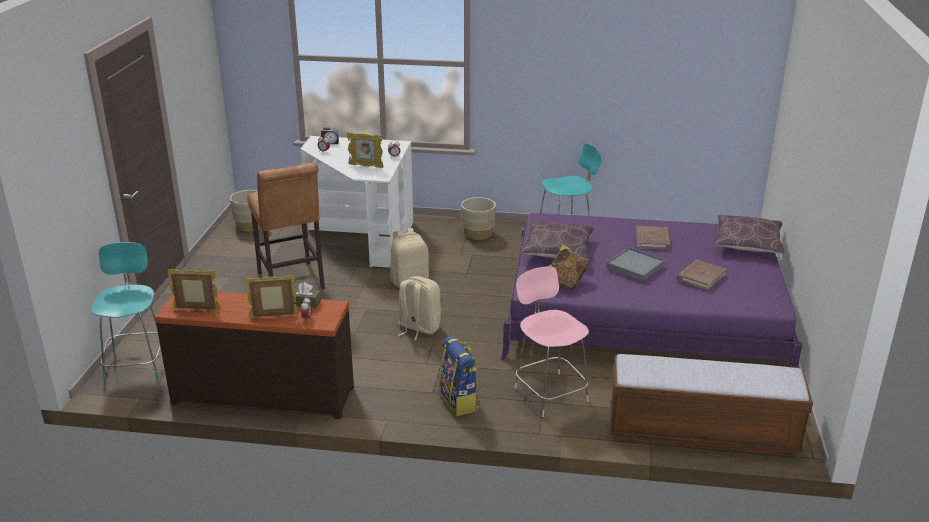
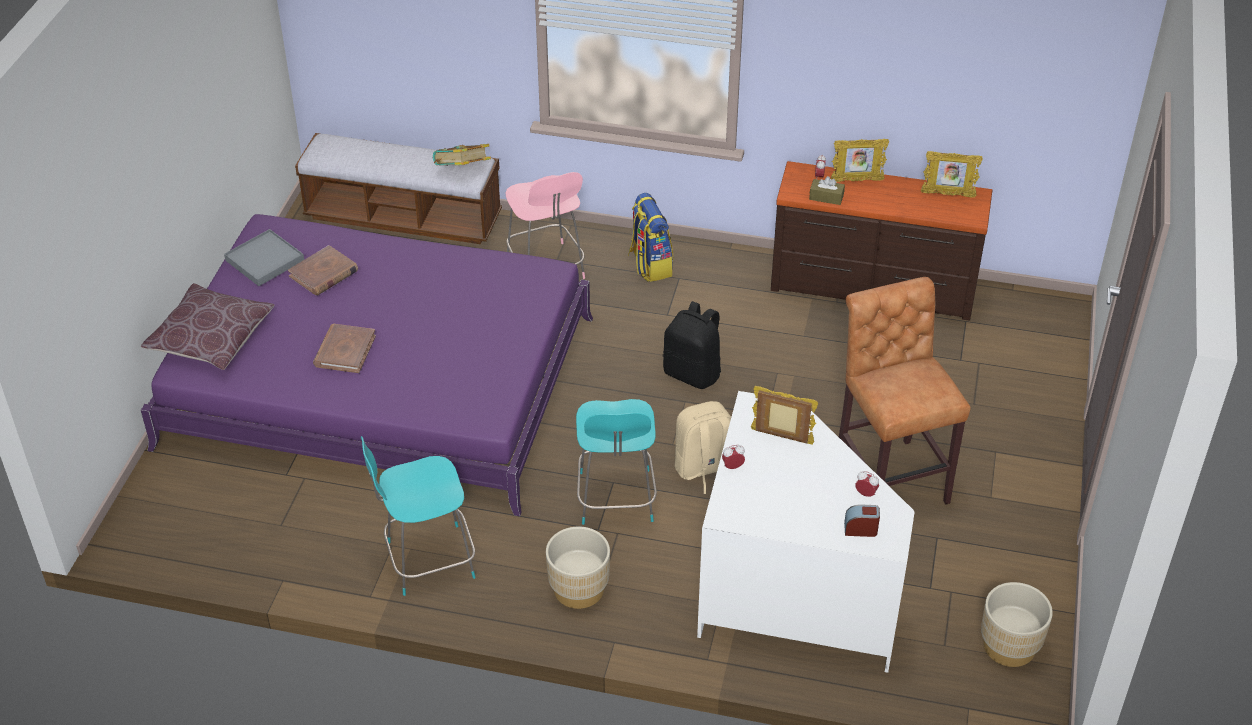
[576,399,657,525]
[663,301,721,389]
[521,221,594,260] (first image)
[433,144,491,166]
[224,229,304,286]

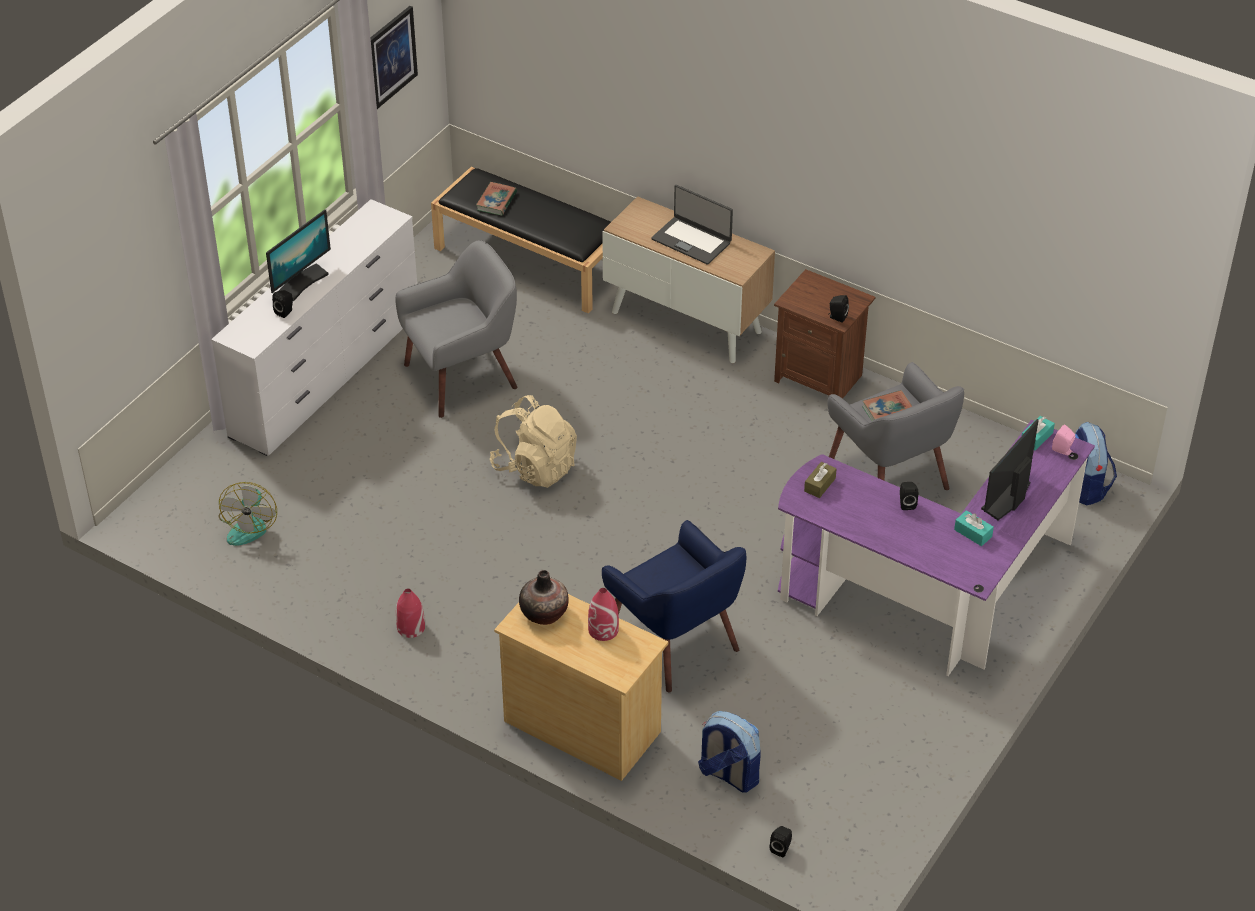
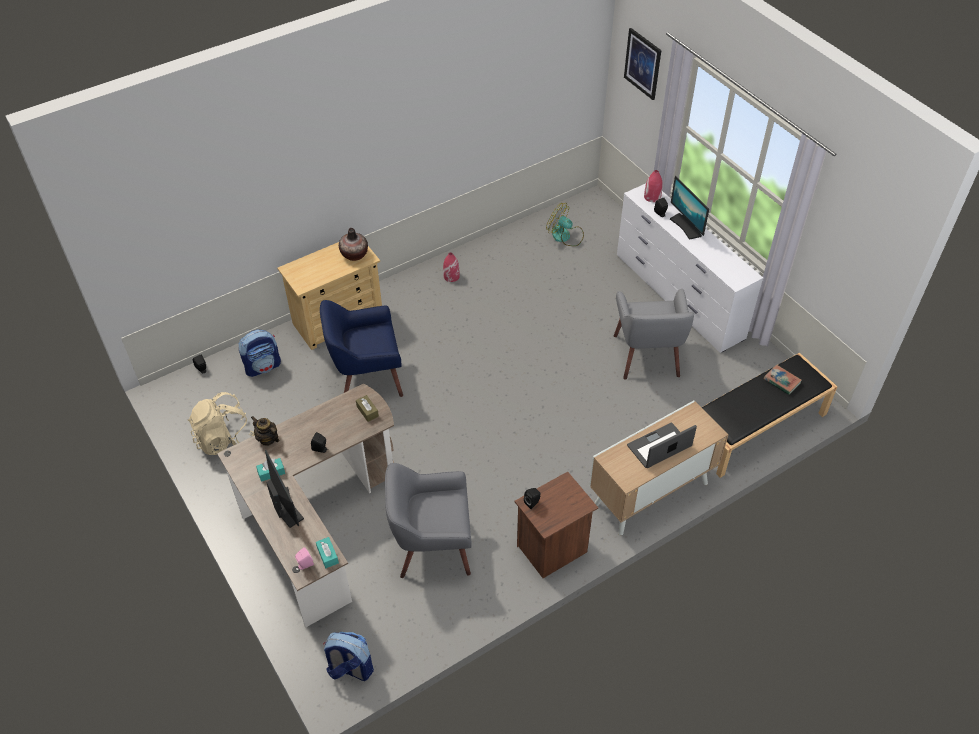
[624,28,661,100]
[188,392,255,455]
[644,170,663,202]
[217,384,394,628]
[862,390,912,421] (first image)
[251,416,279,446]

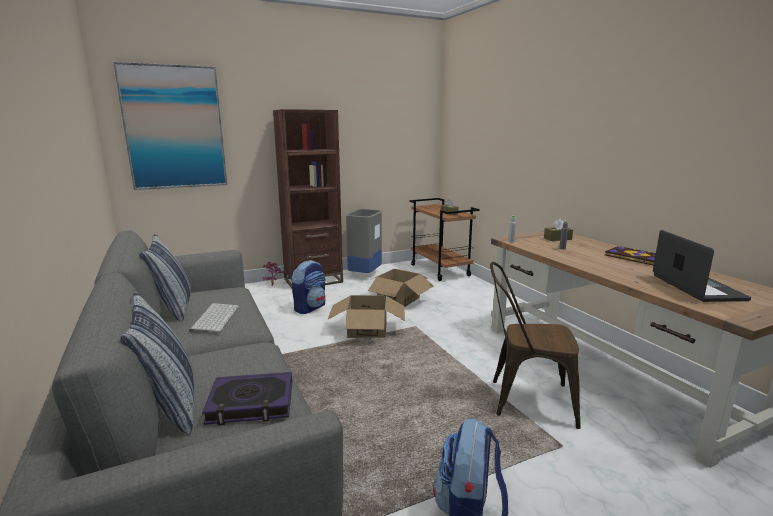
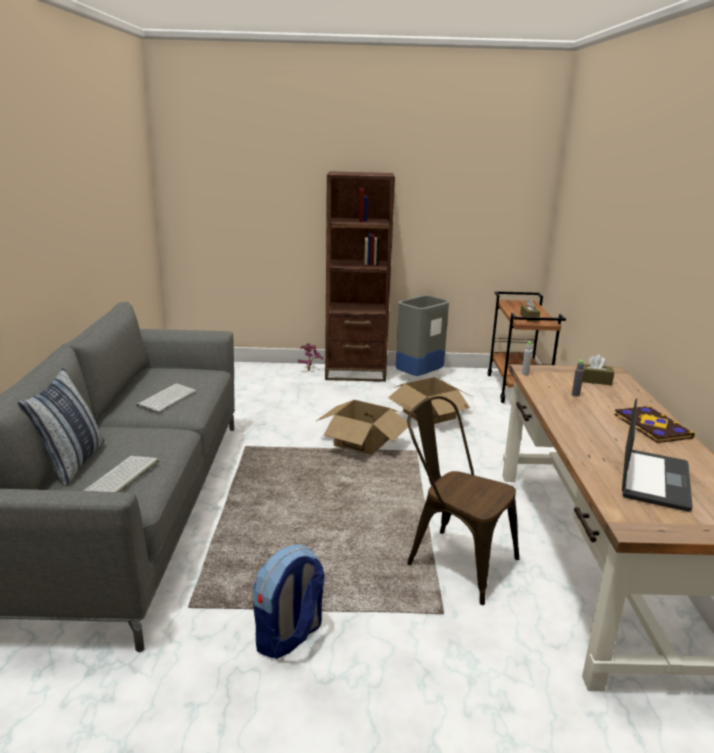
[113,62,227,190] (first image)
[139,234,191,322] (first image)
[83,456,159,492]
[291,260,326,314] (first image)

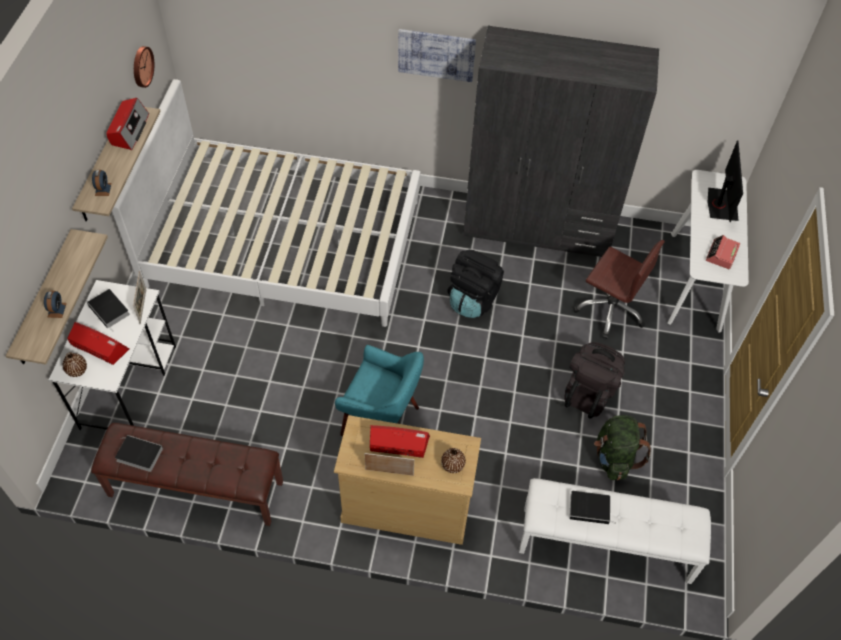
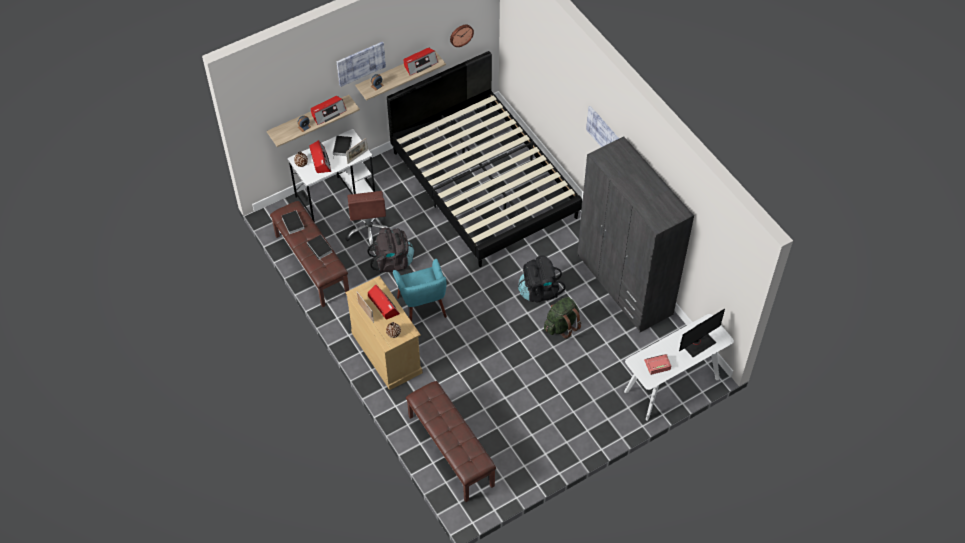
[387,51,582,267]
[406,381,496,502]
[368,227,414,273]
[307,235,332,262]
[345,191,390,251]
[544,297,581,339]
[311,96,347,125]
[337,42,386,87]

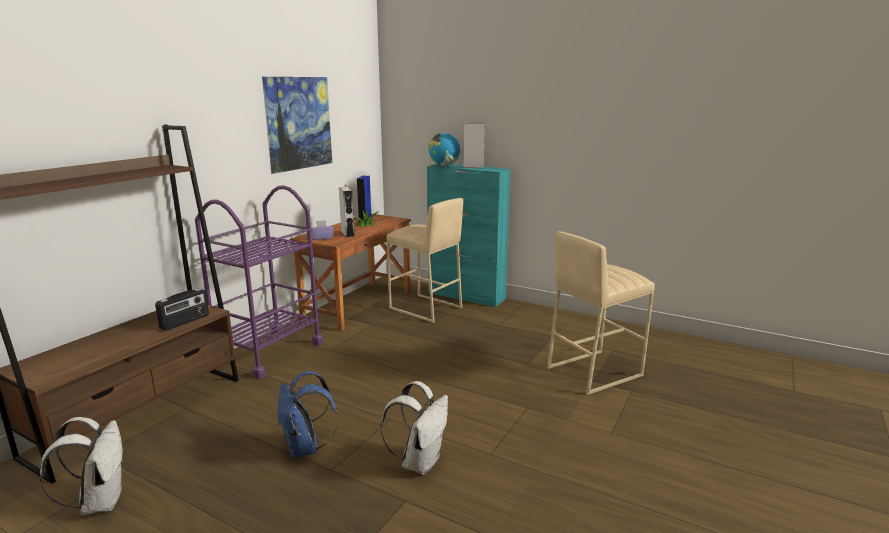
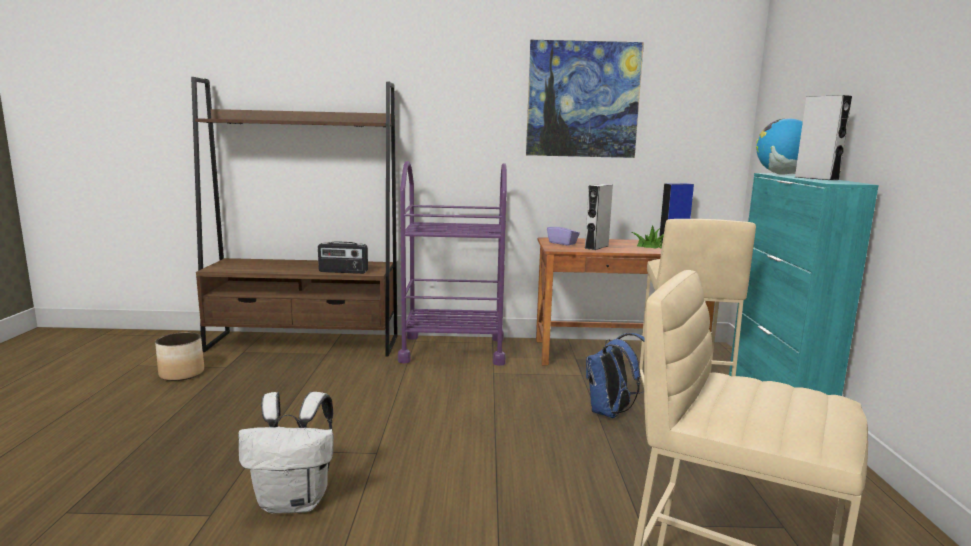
[155,332,204,381]
[586,333,644,418]

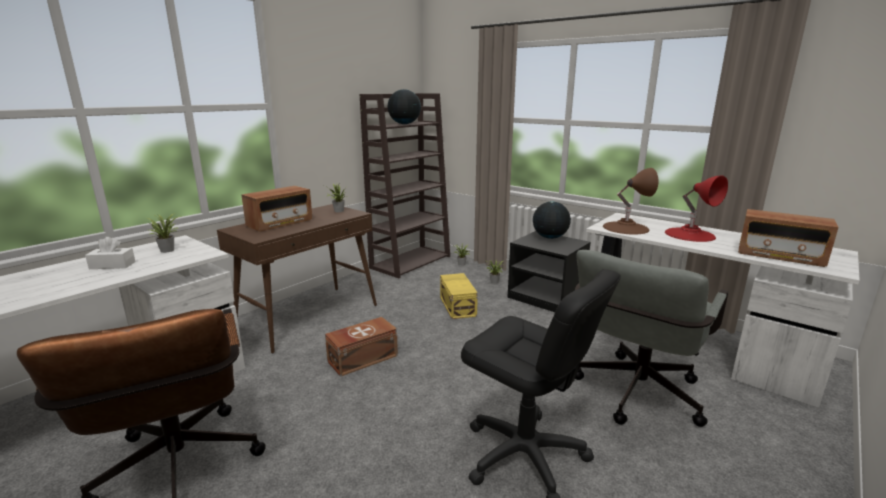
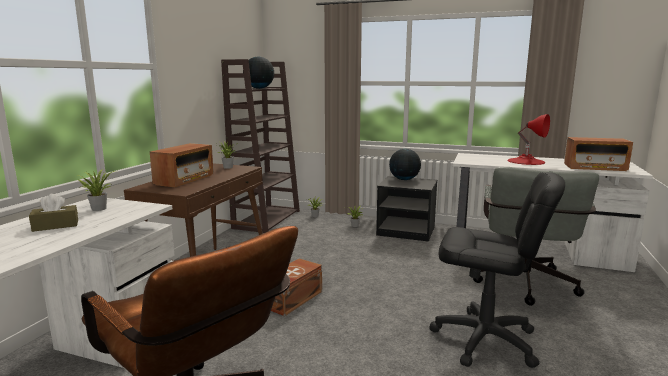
[29,194,78,232]
[440,273,478,319] (first image)
[603,168,658,235] (first image)

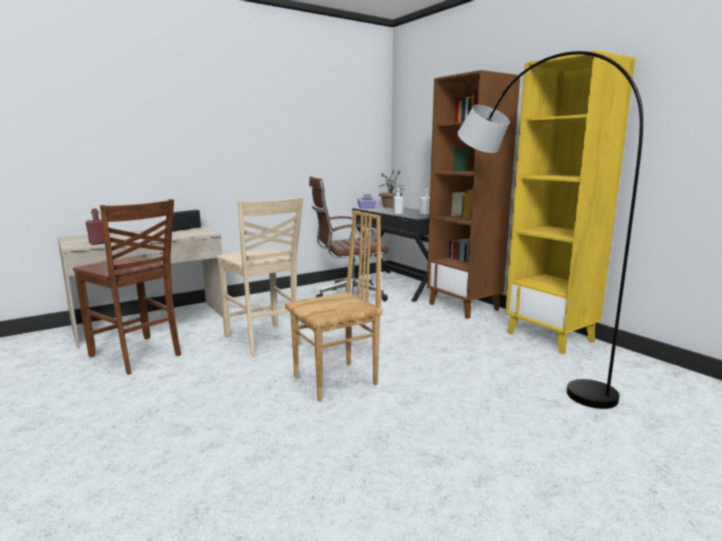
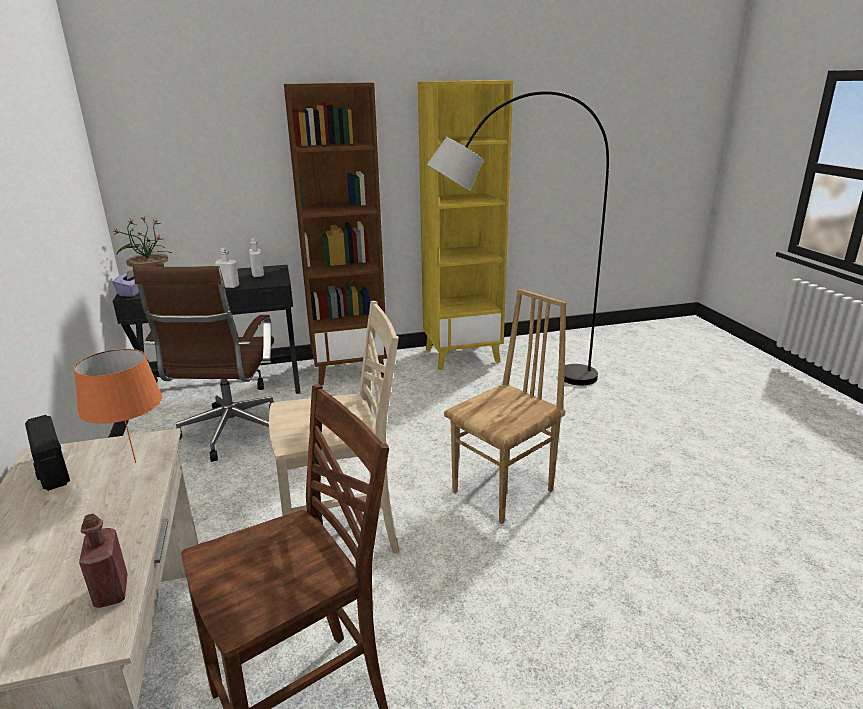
[444,289,566,524]
[74,349,162,463]

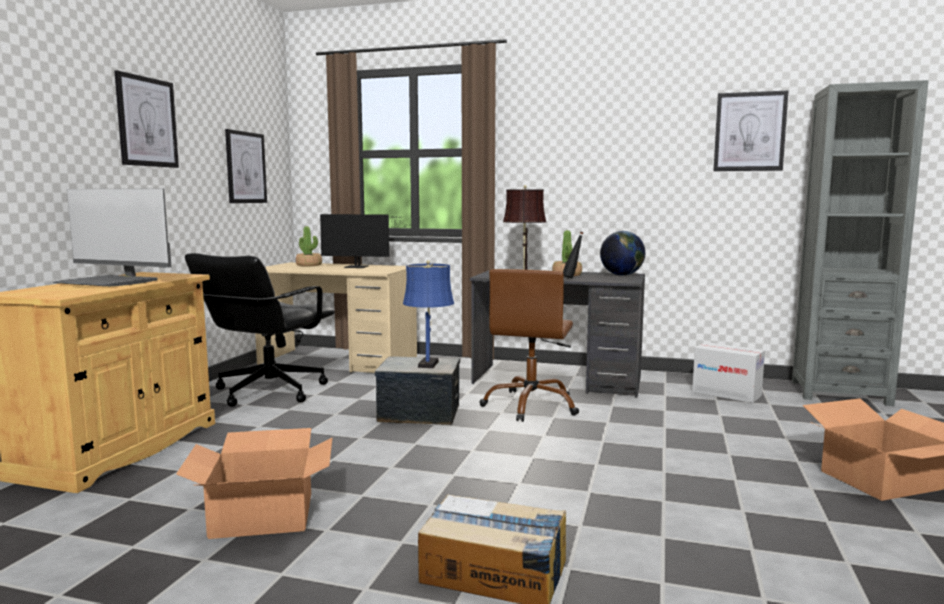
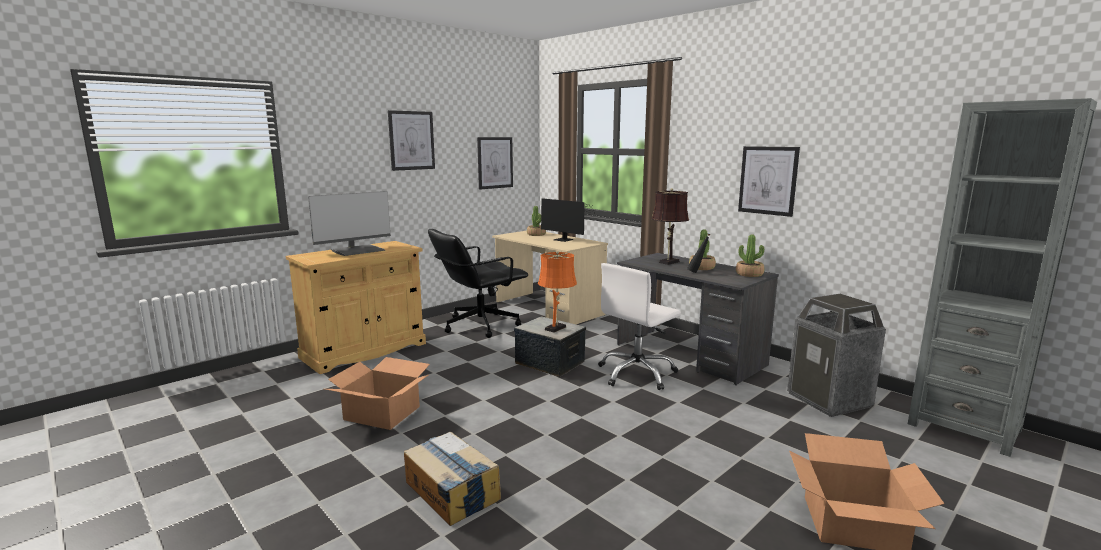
[308,191,391,256]
[538,251,577,333]
[598,263,681,390]
[736,234,764,277]
[787,294,886,417]
[738,146,800,217]

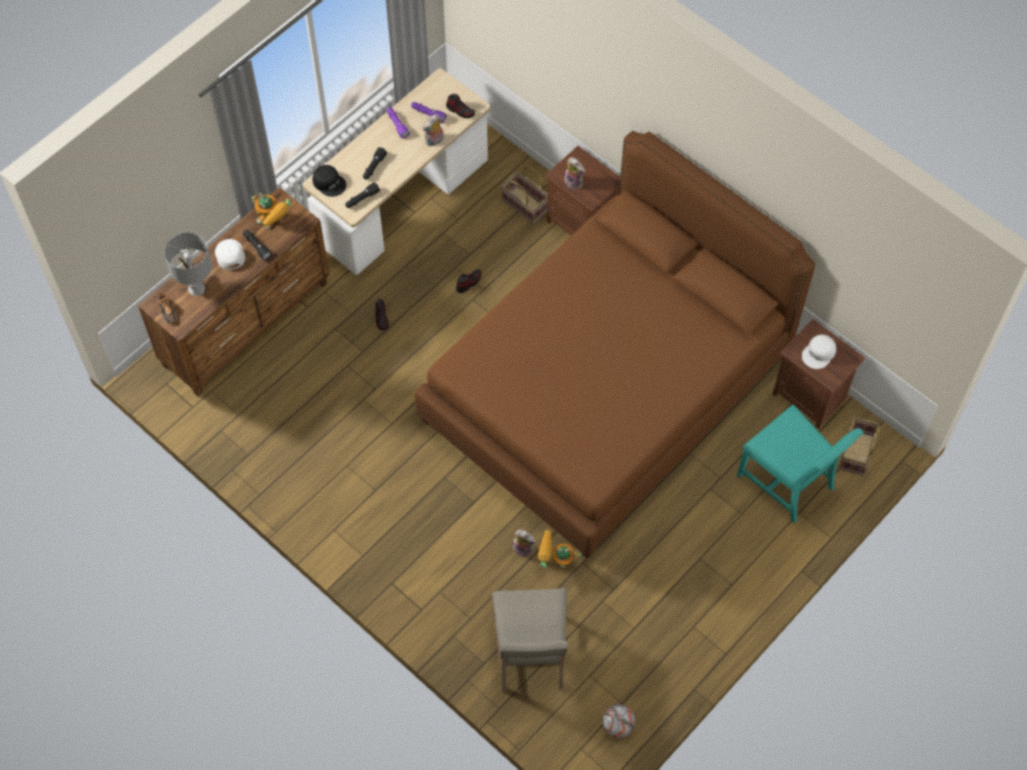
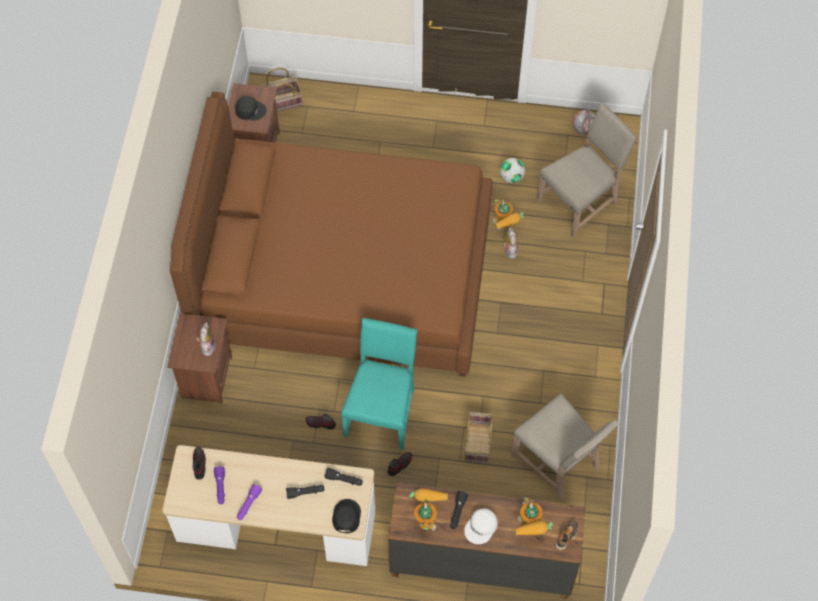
[514,497,553,535]
[422,114,444,146] (first image)
[464,412,493,464]
[341,318,417,450]
[235,96,266,120]
[500,158,525,183]
[511,393,619,501]

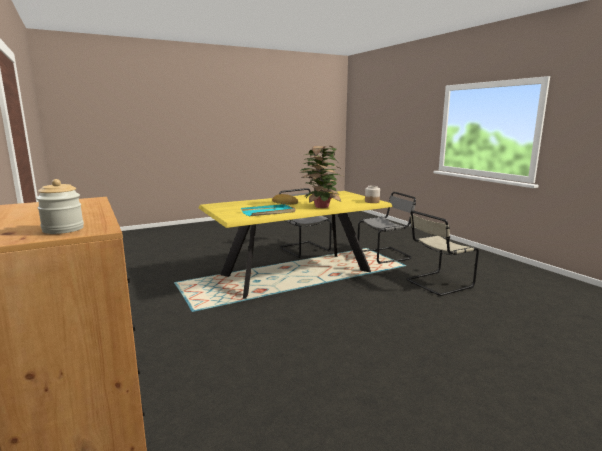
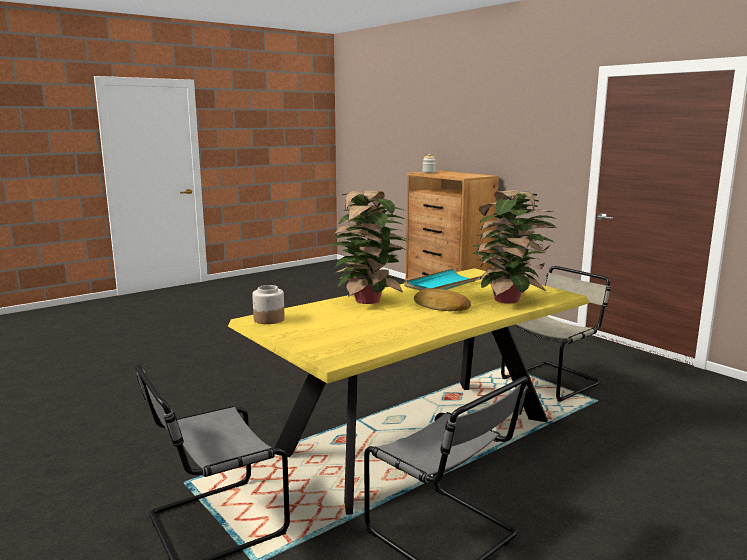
[501,266,611,402]
[472,190,556,303]

